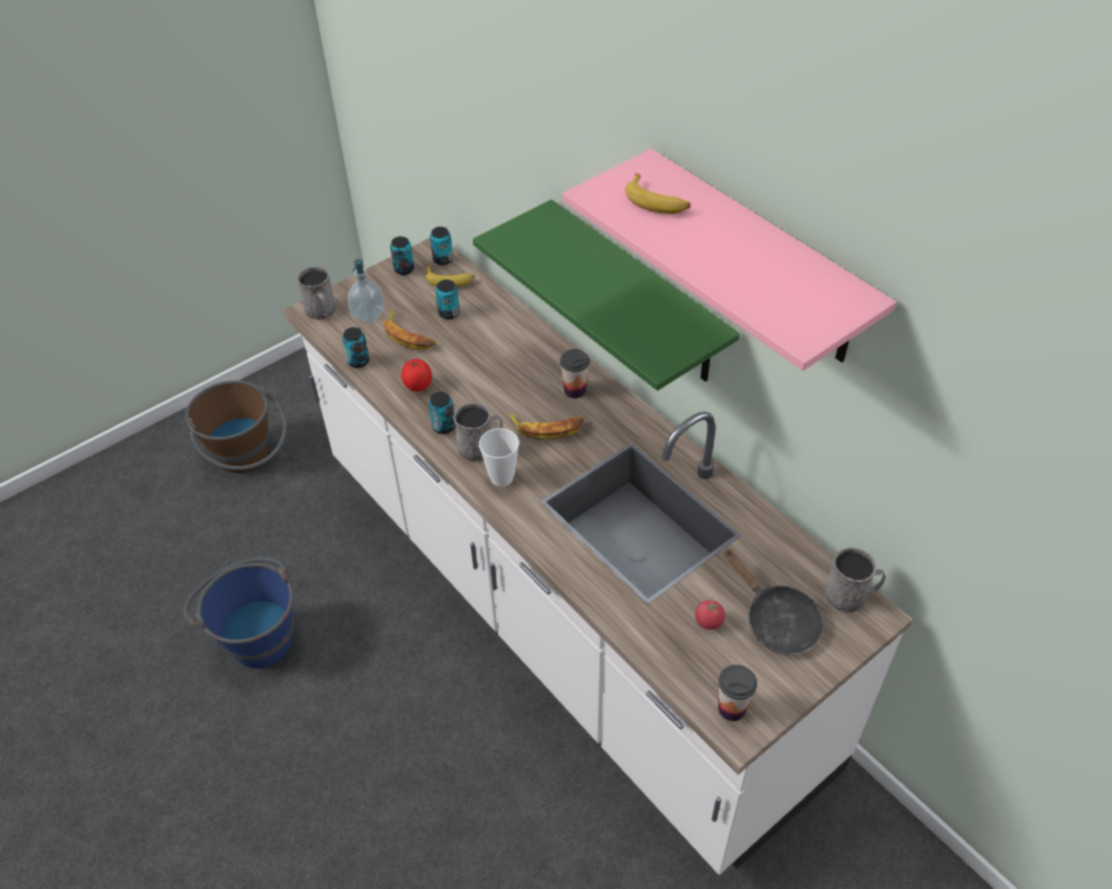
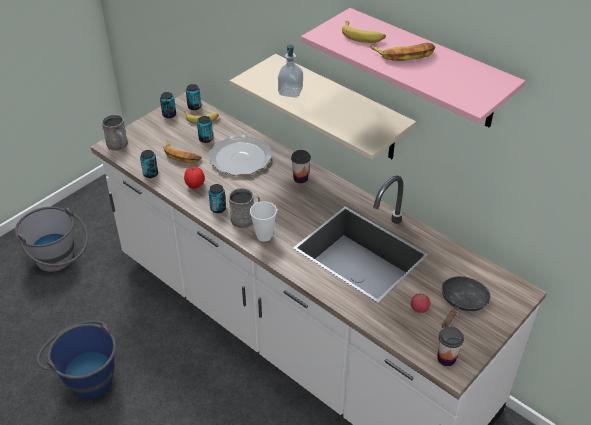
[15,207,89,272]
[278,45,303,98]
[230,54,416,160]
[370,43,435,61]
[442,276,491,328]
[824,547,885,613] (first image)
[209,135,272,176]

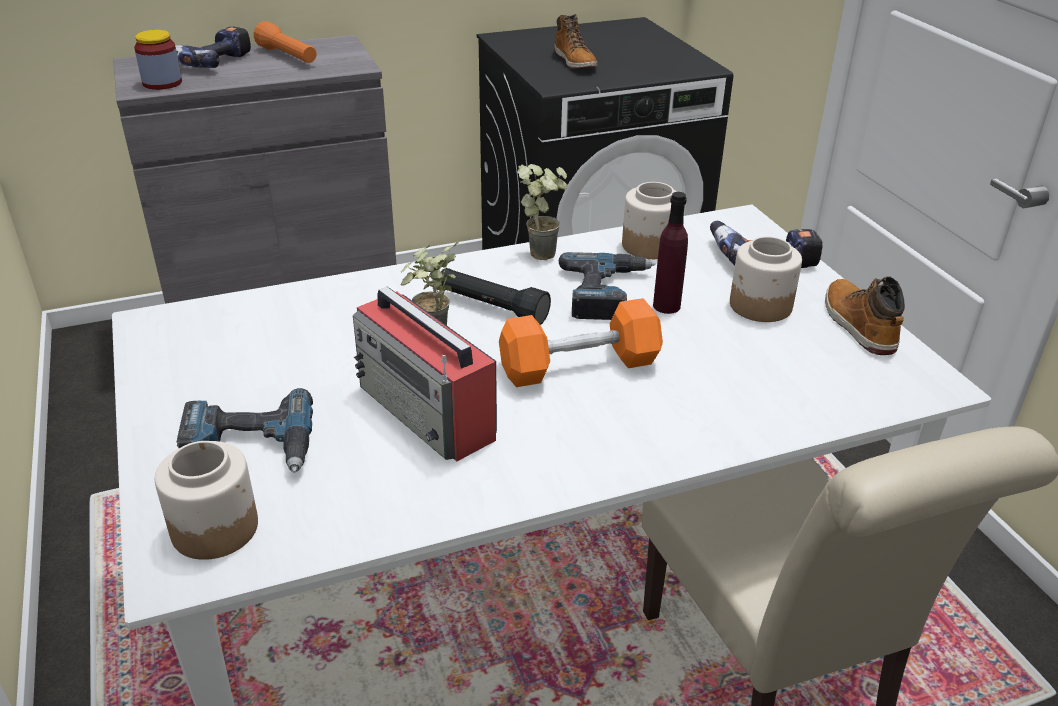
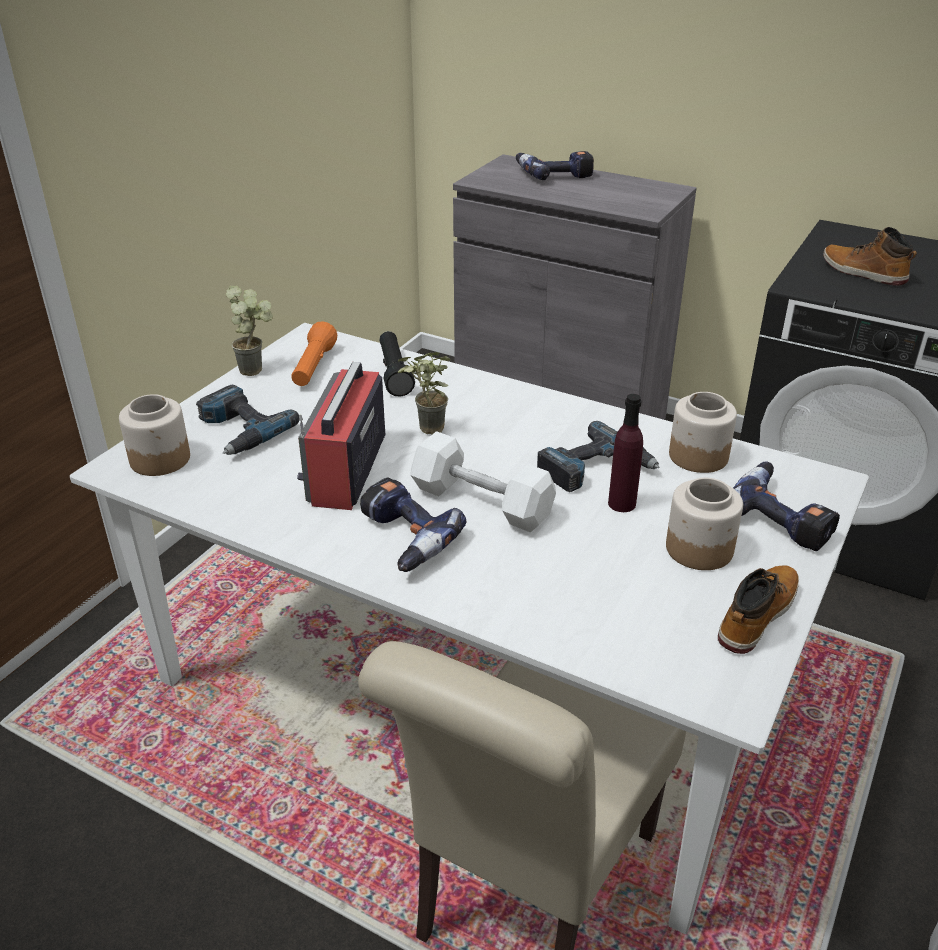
[134,30,182,90] (first image)
[291,321,337,386]
[379,331,415,397]
[410,431,556,533]
[226,285,273,376]
[823,227,917,286]
[360,477,466,572]

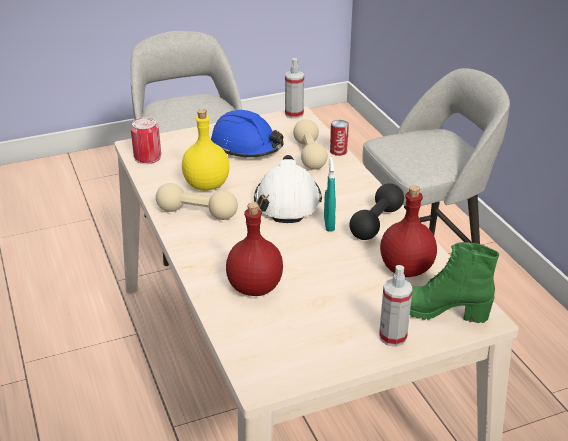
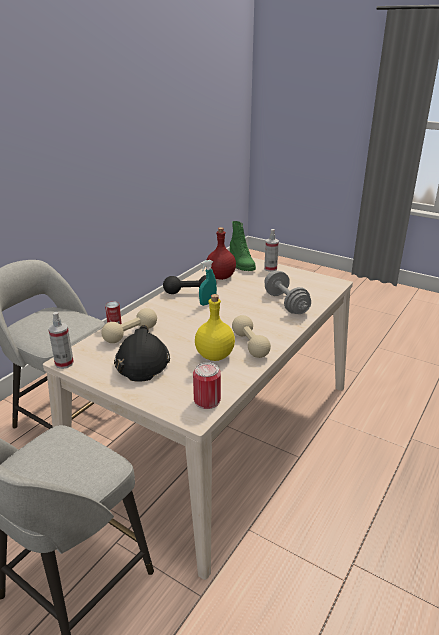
[114,325,170,382]
[264,271,311,314]
[254,155,322,223] (first image)

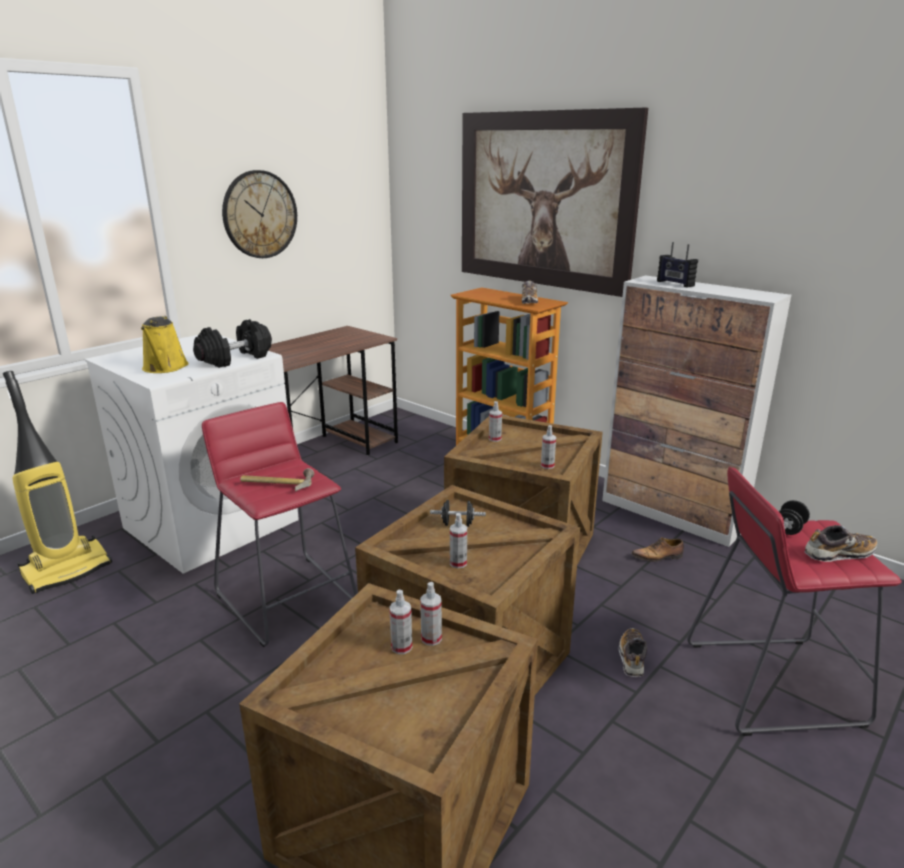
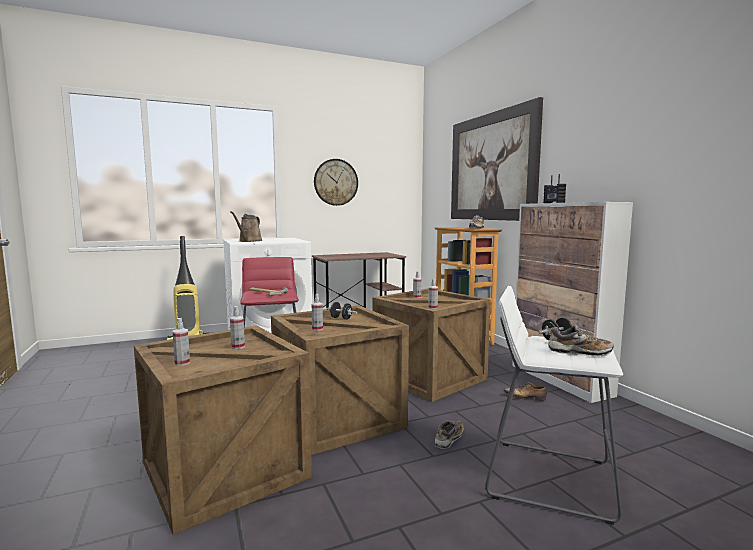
[230,211,263,242]
[193,319,272,368] (first image)
[173,318,190,366]
[485,286,623,525]

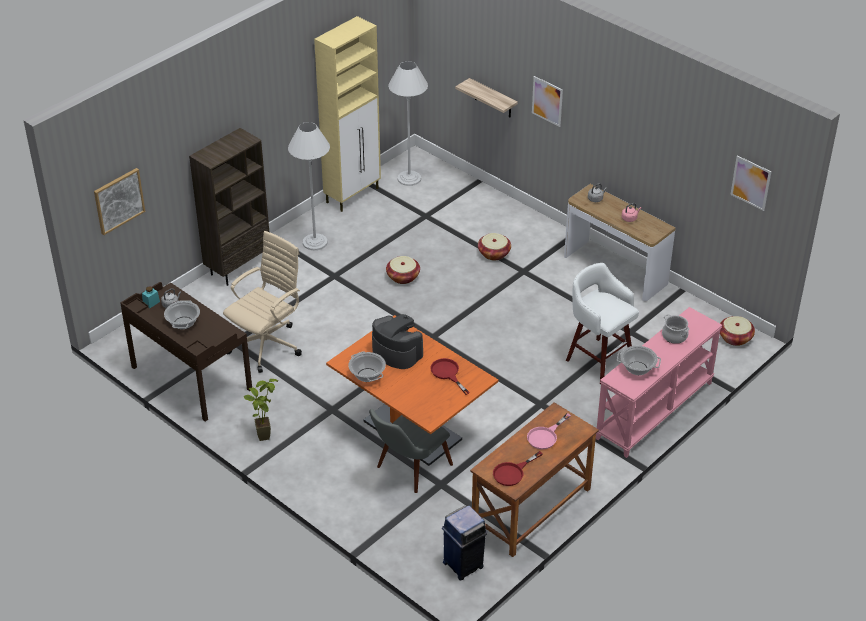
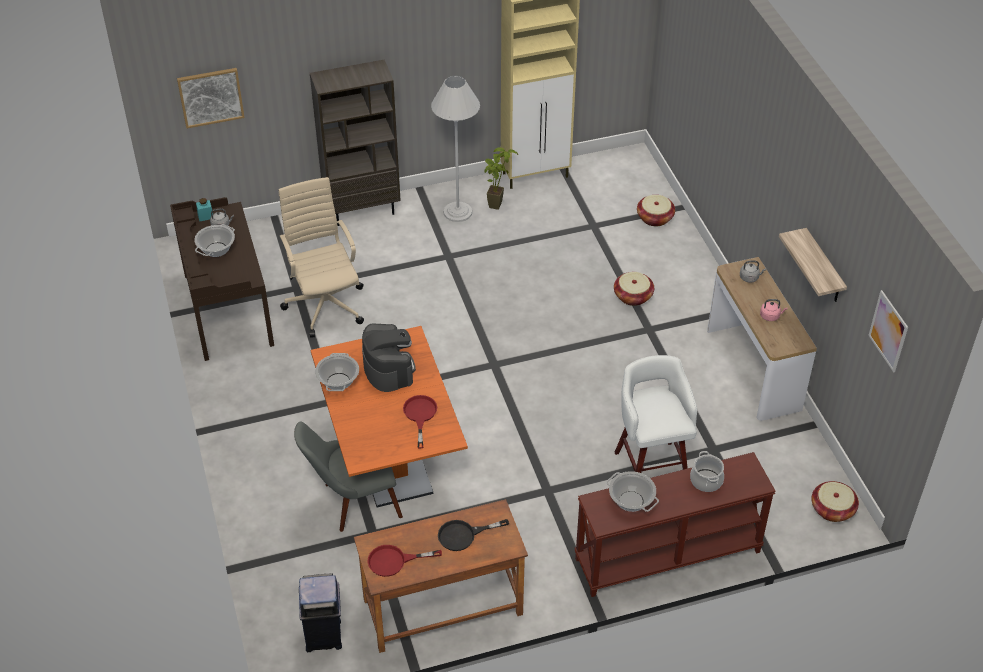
[278,177,364,337]
[485,148,518,210]
[637,195,675,227]
[388,61,428,186] (first image)
[779,228,847,302]
[438,519,509,551]
[532,76,563,127] (first image)
[575,452,776,597]

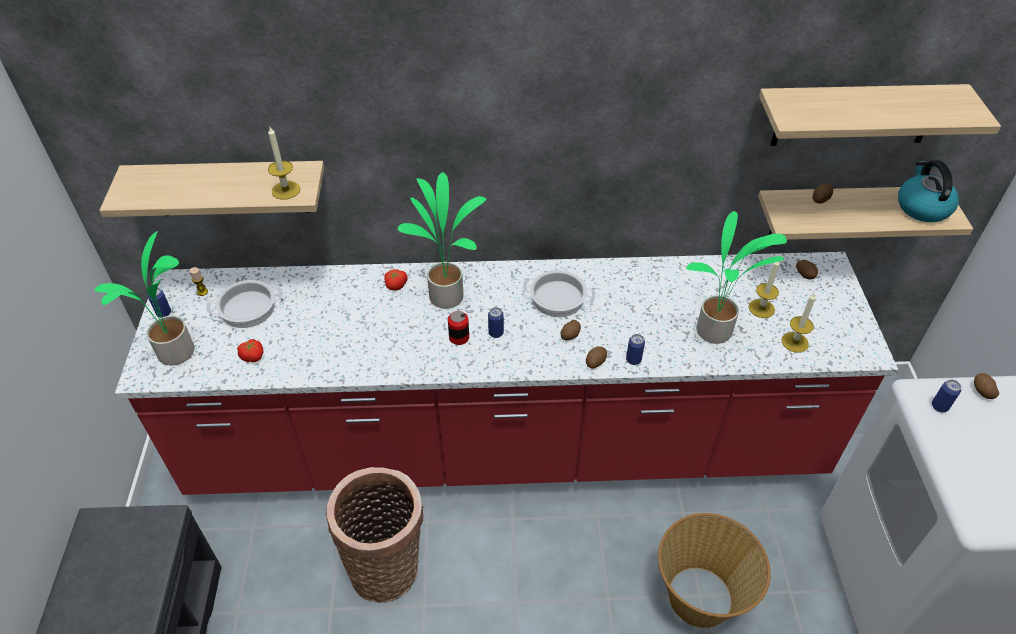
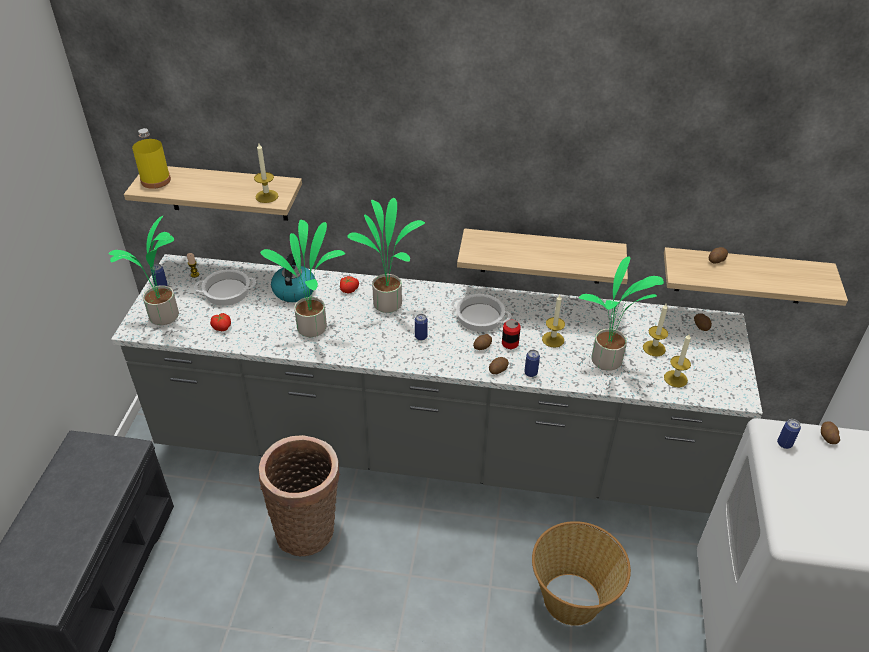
[111,254,763,514]
[502,320,521,349]
[457,228,628,284]
[271,254,315,302]
[132,128,171,189]
[260,220,345,337]
[542,295,565,348]

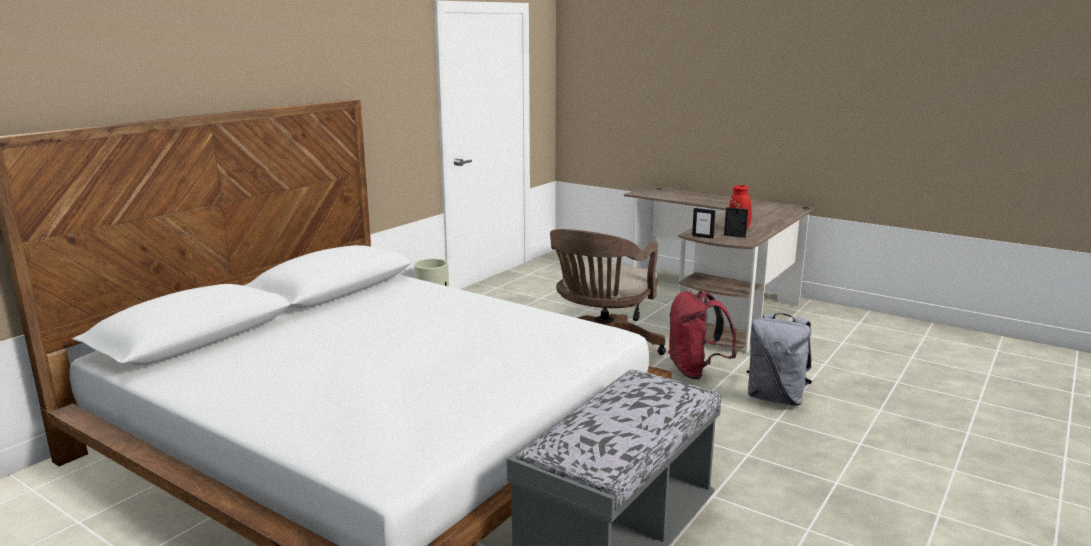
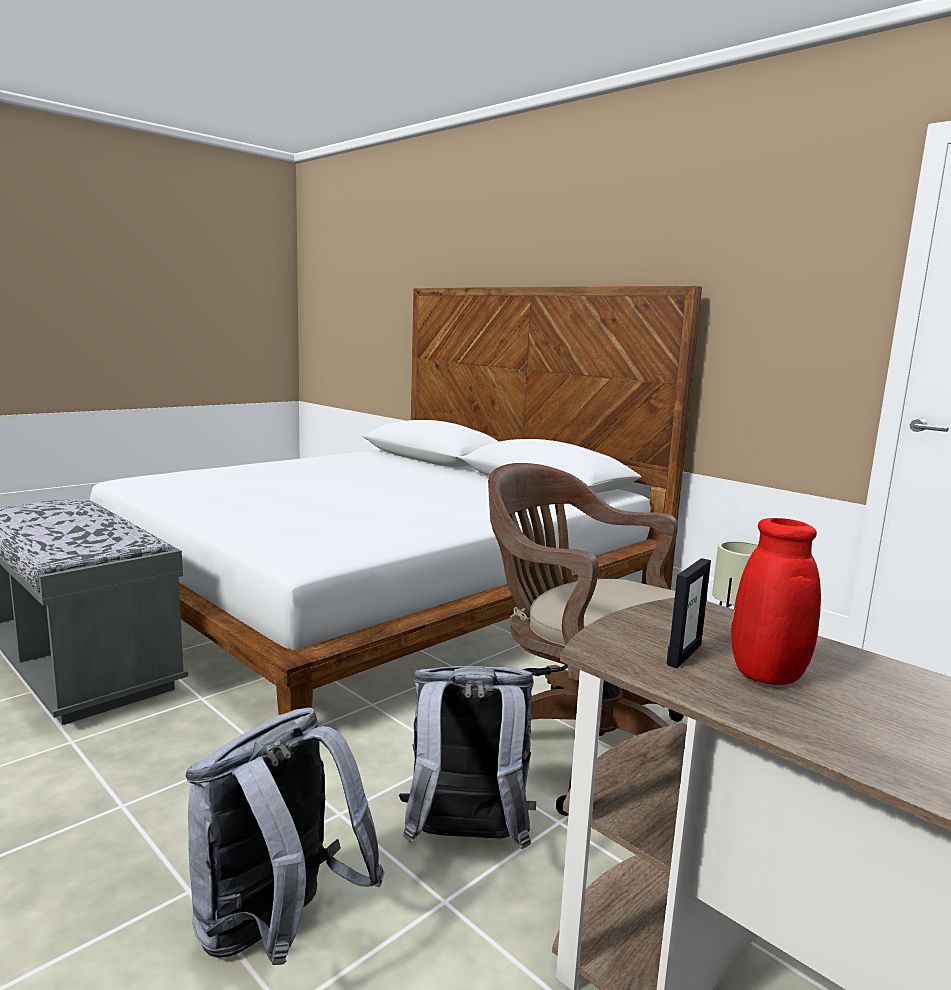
[399,666,536,849]
[692,208,716,239] (first image)

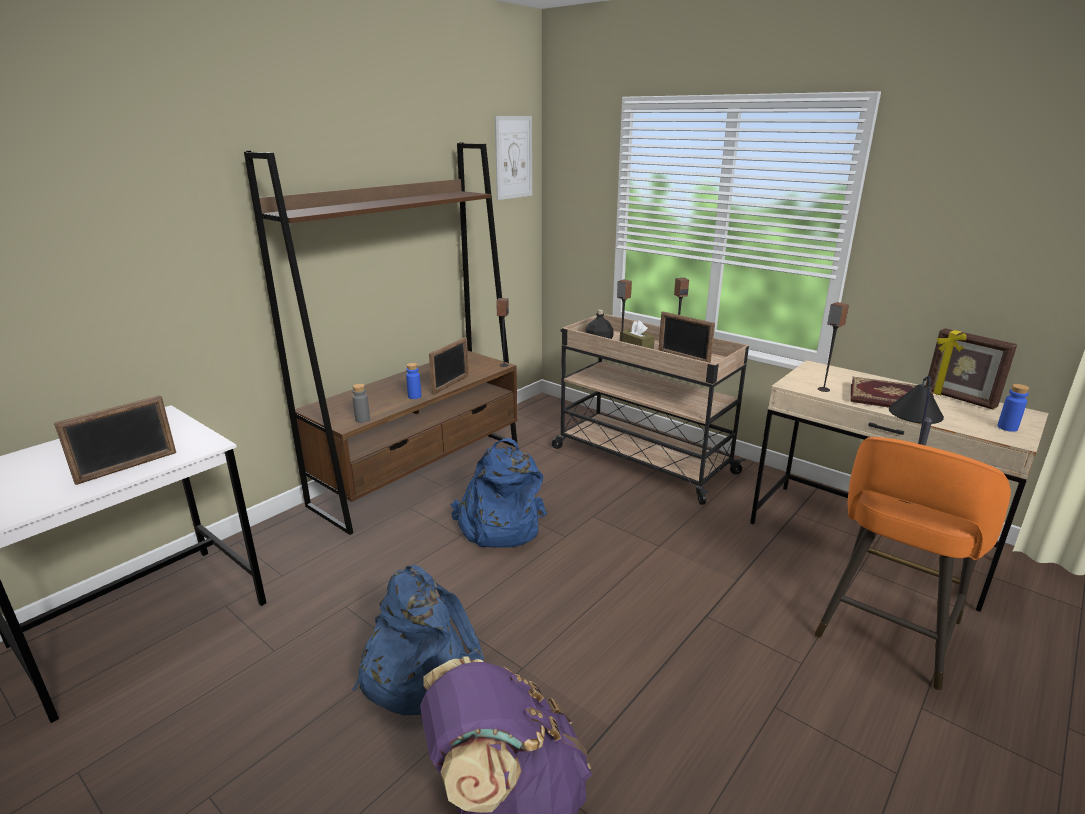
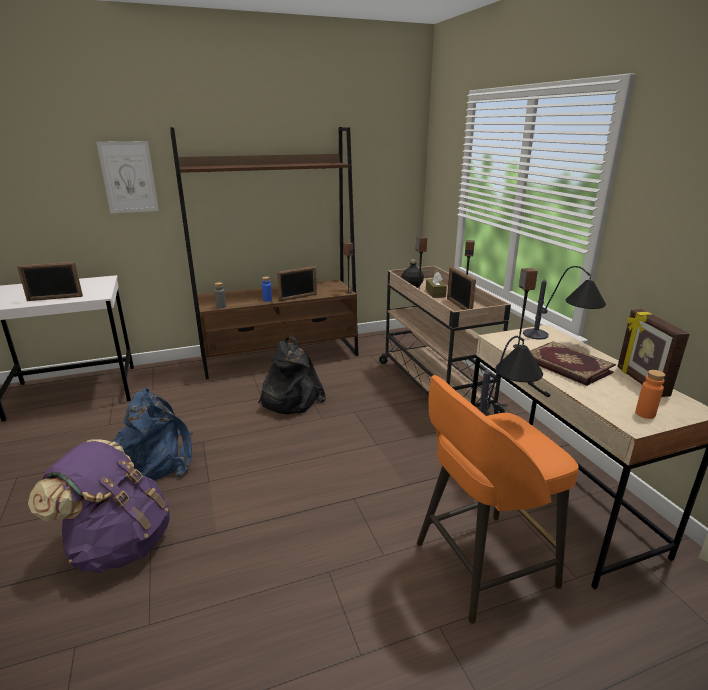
[258,336,326,414]
[96,141,159,213]
[635,370,665,419]
[523,266,606,339]

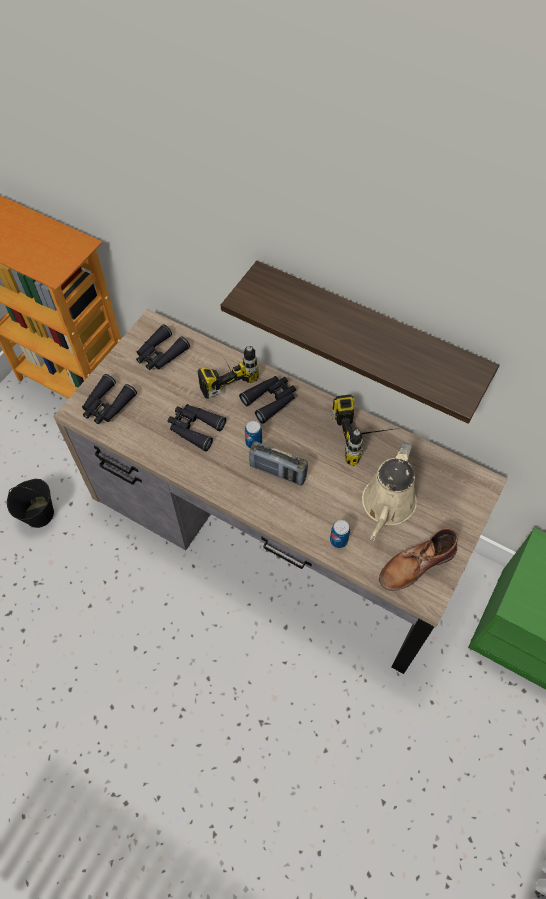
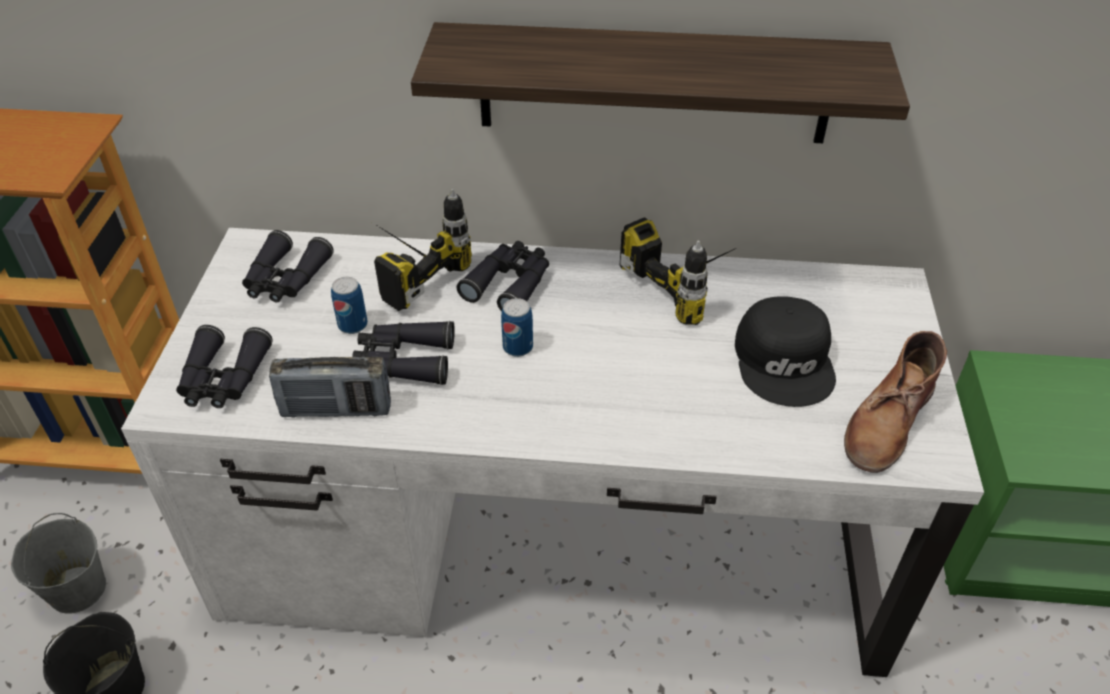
[121,228,984,677]
[269,357,391,418]
[331,277,368,334]
[735,296,836,407]
[11,513,106,614]

